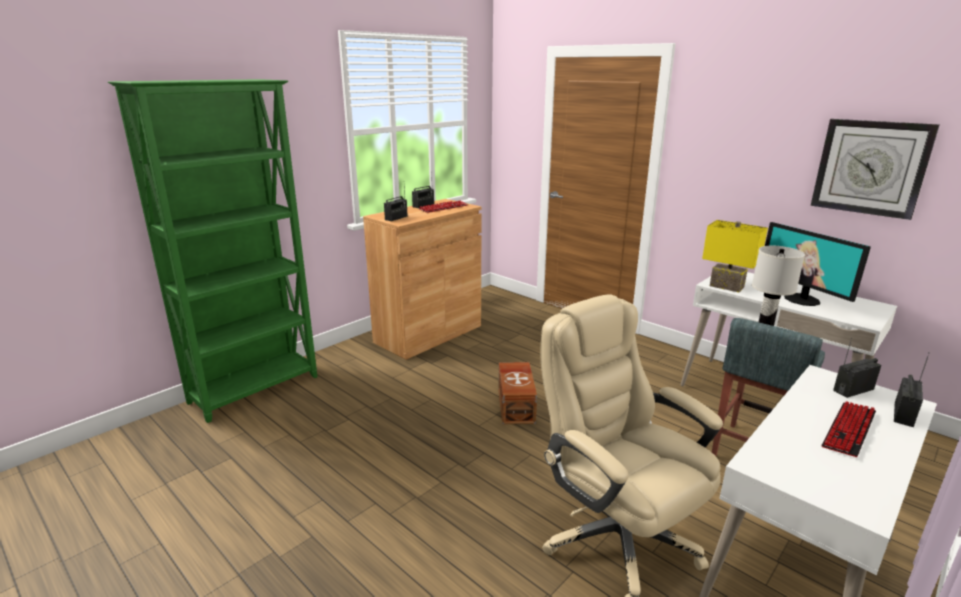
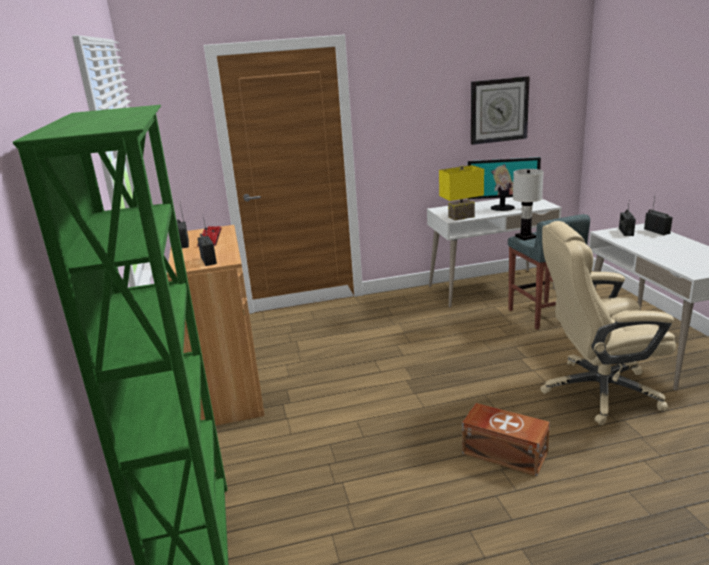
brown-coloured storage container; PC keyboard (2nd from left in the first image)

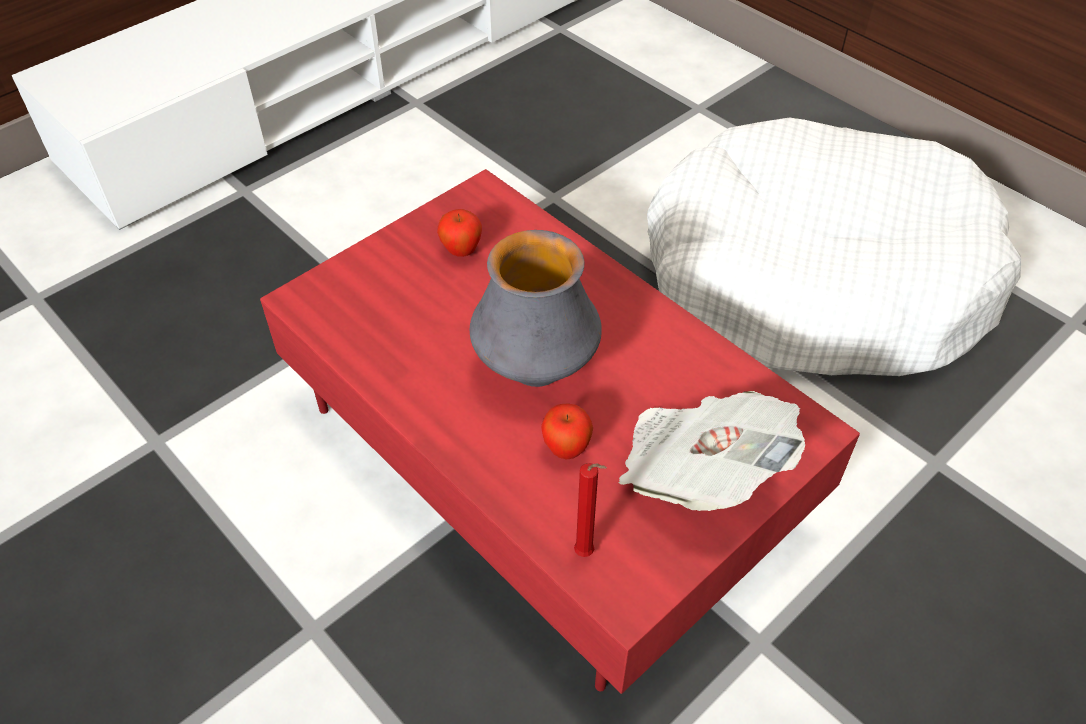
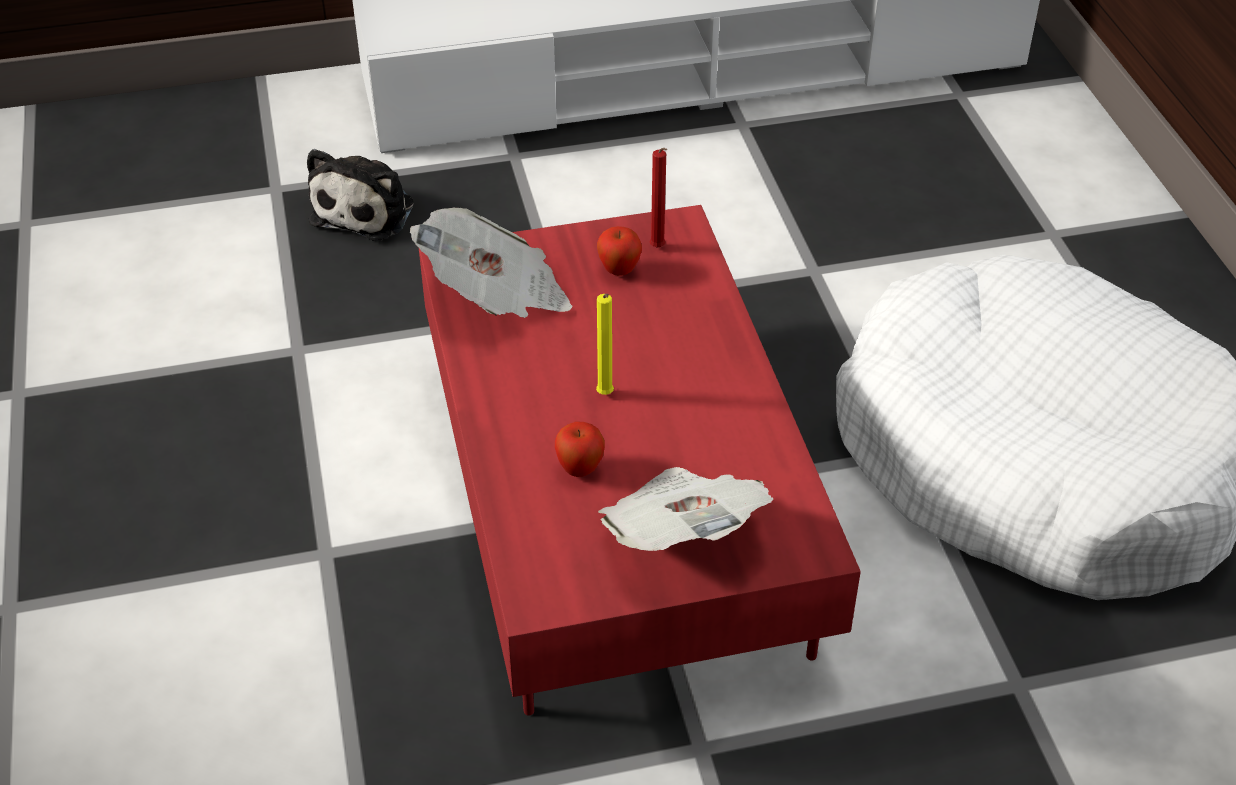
yellowish wax candle; red-coloured wax candle; cuddly toy; newspaper (1st from left)

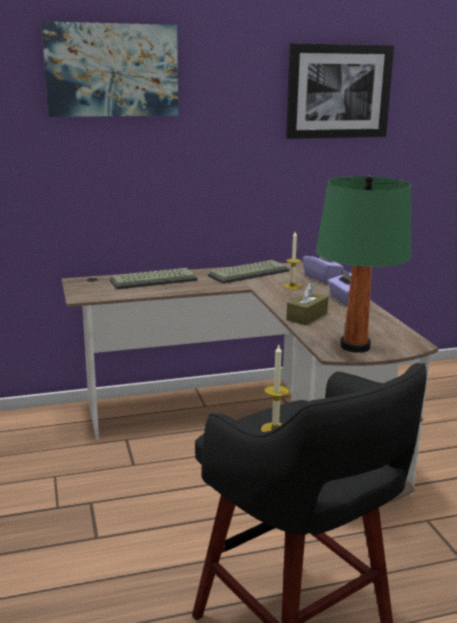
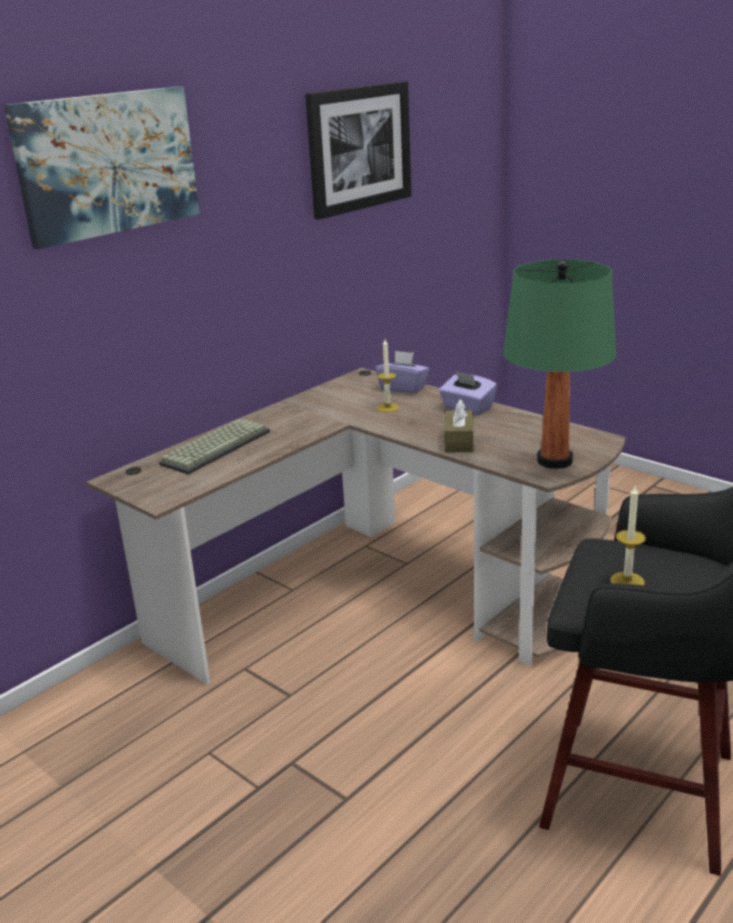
PC keyboard (2nd from left in the first image)

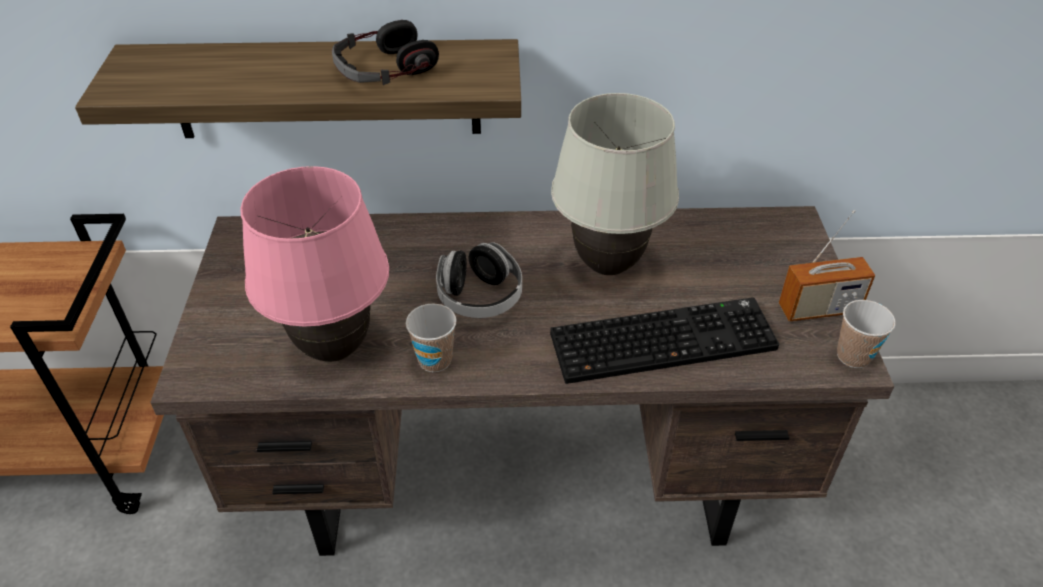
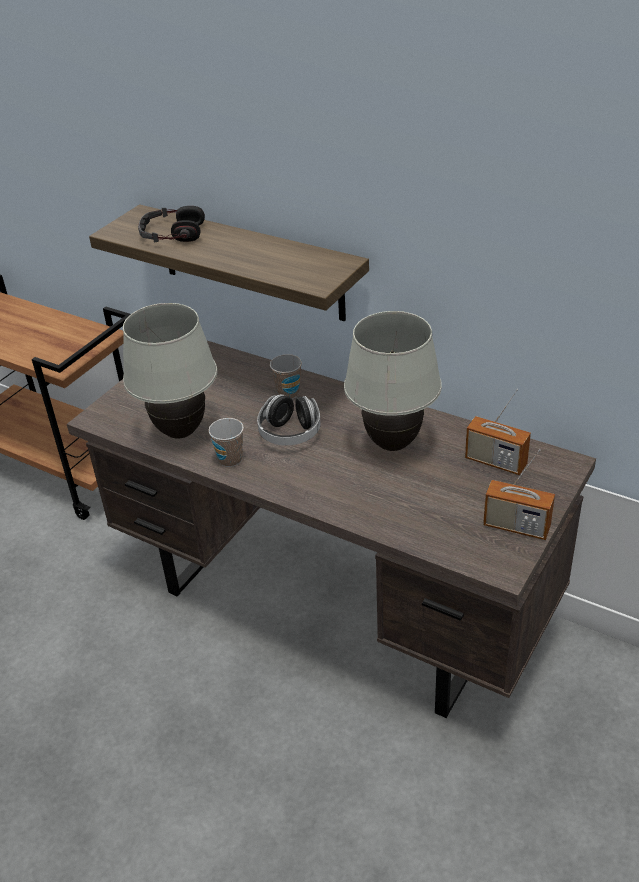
headphones (1st from left); white-coloured lamp for a table (1st from left); PC keyboard; drinking cup (2nd from left); radio receiver (1st from left)

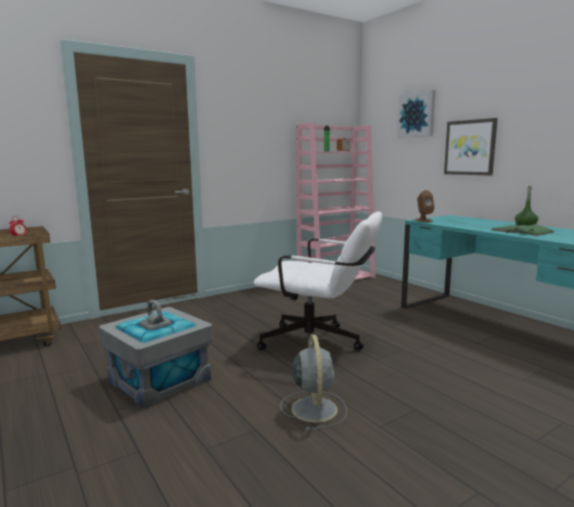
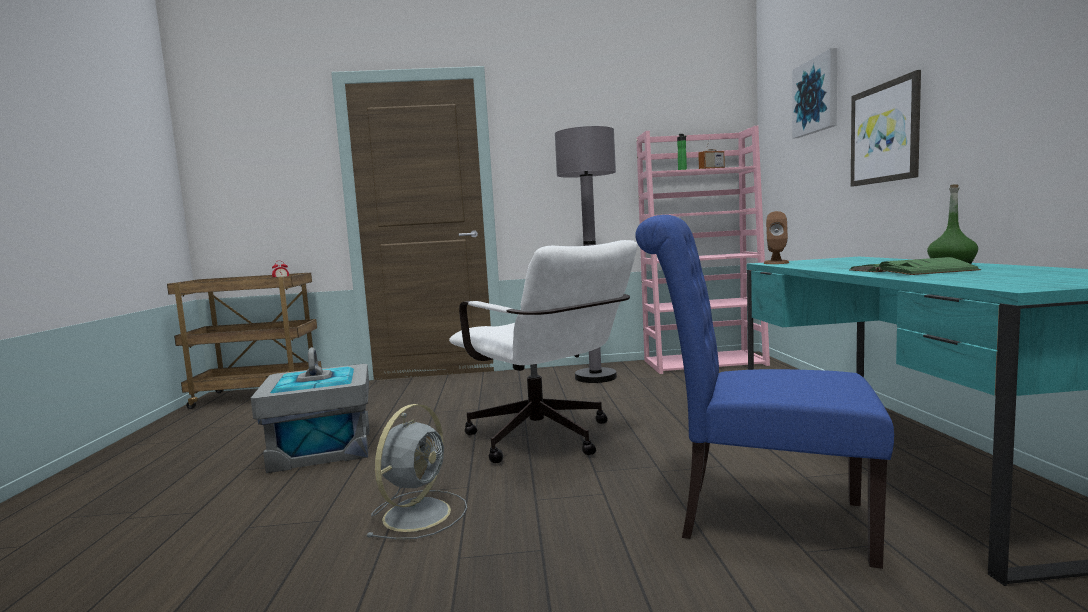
grey standard lamp; bluish chair

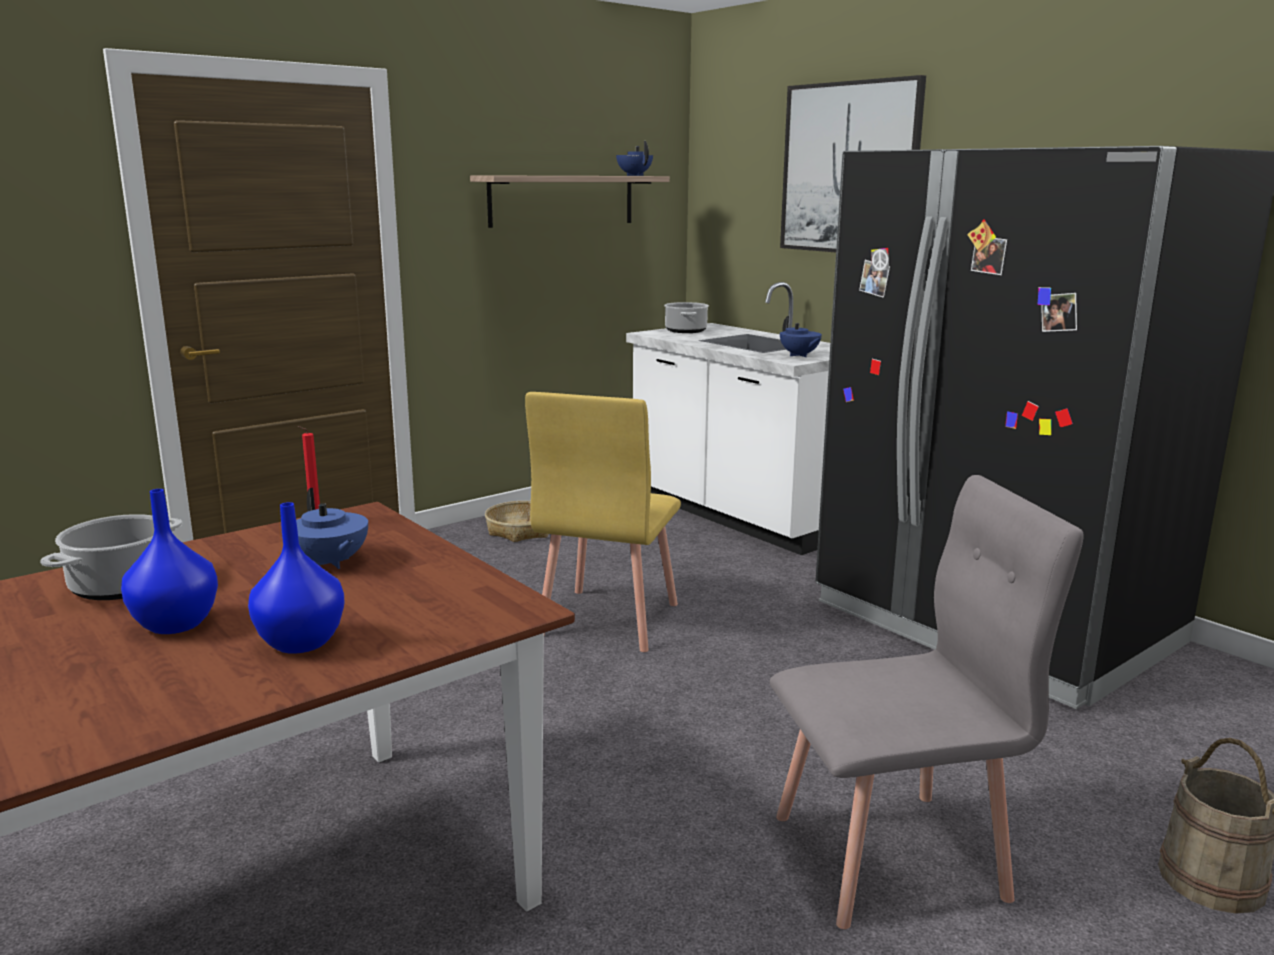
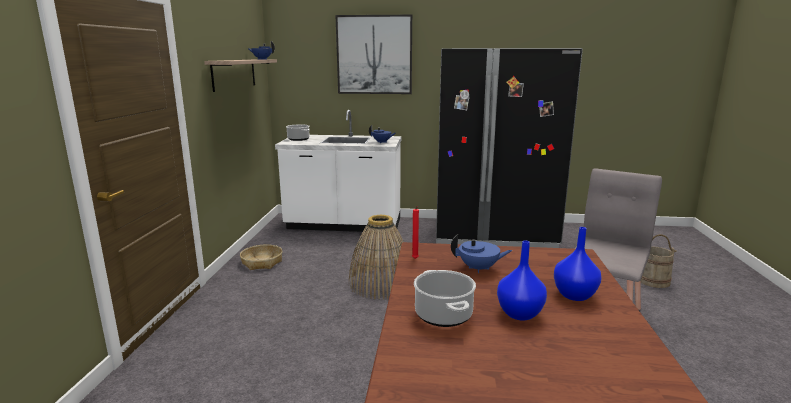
basket (2nd from left)

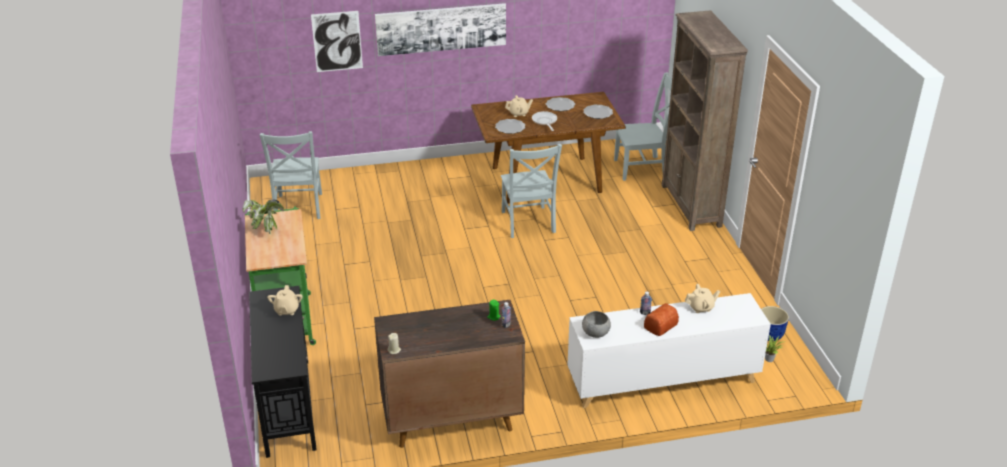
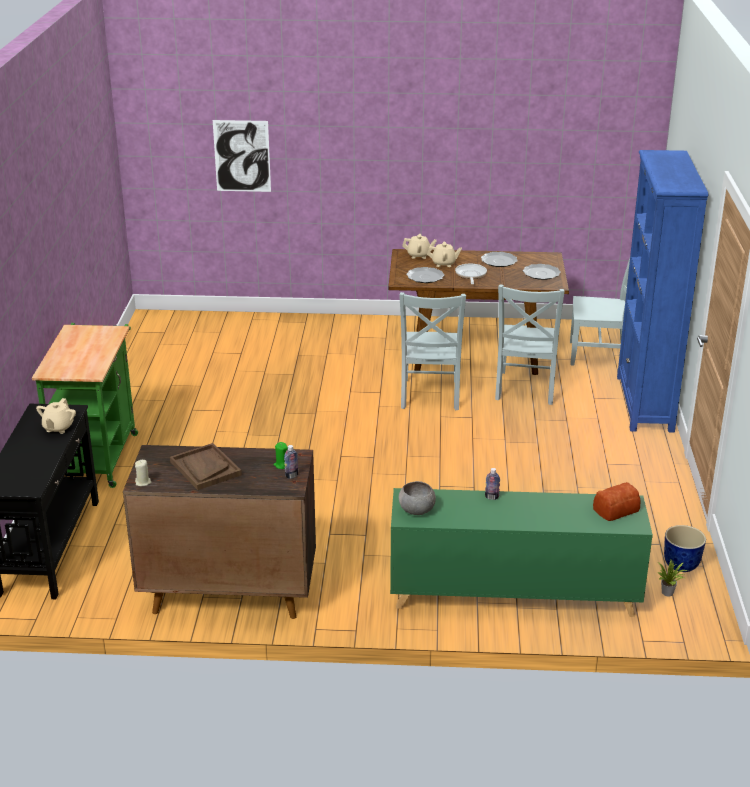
wall picture (2nd from left in the first image); bluish bookshelf; grey chair (2nd from left); plant in a pot (1st from left in the first image); beige teapot (2nd from left); green storage cabinet; bread; brown-coloured serving tray

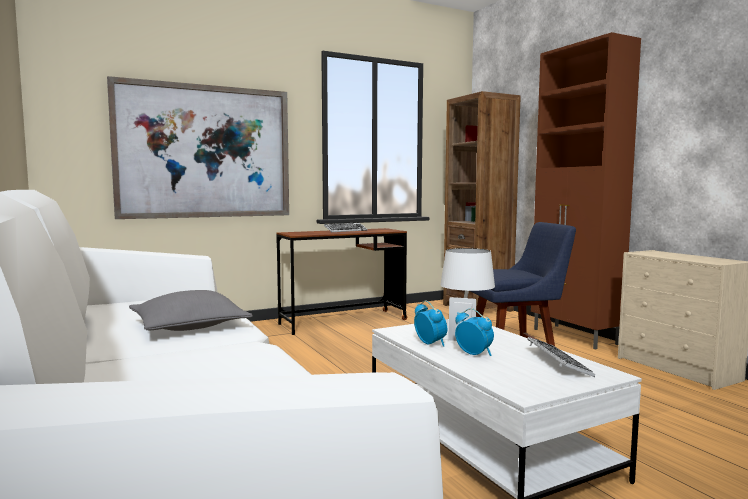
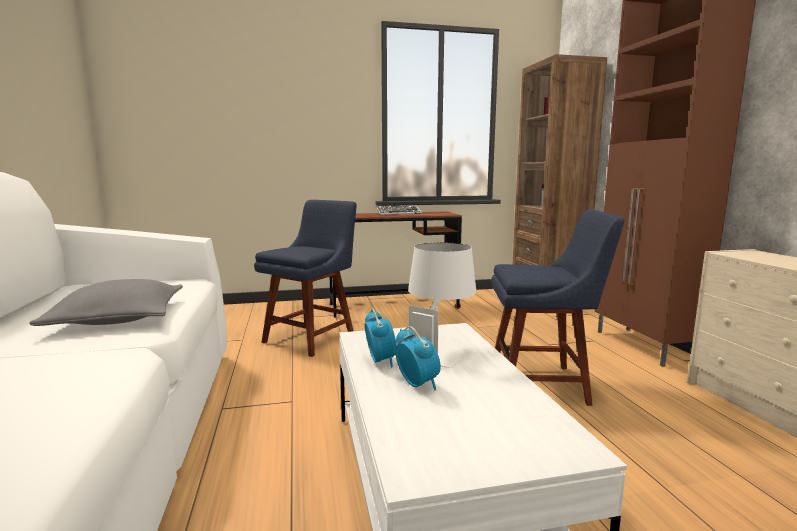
wall picture; PC keyboard (2nd from left in the first image); bluish chair (1st from left)

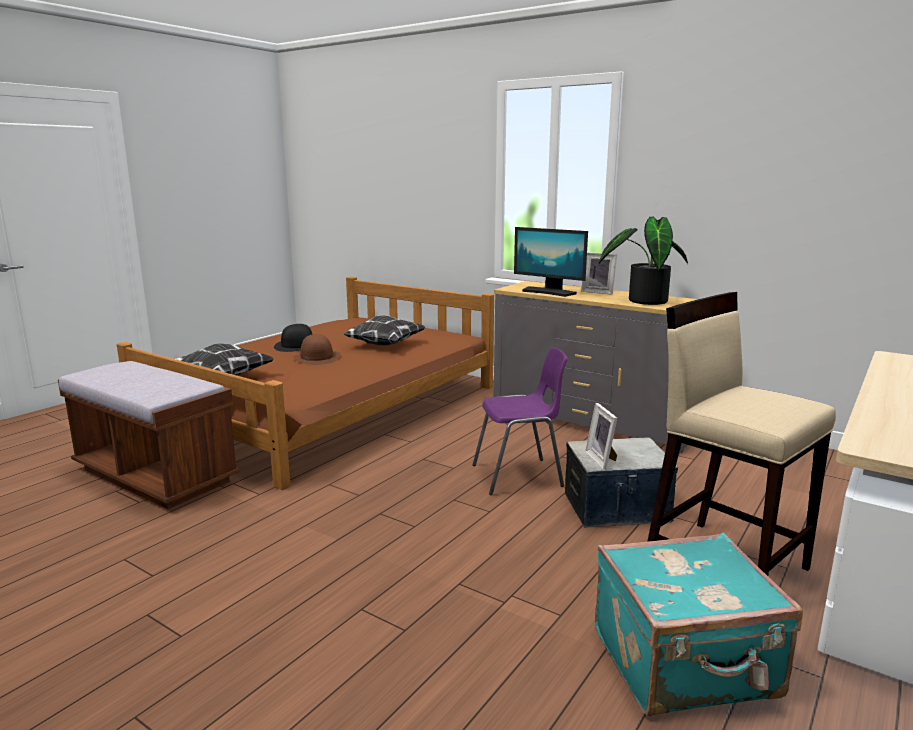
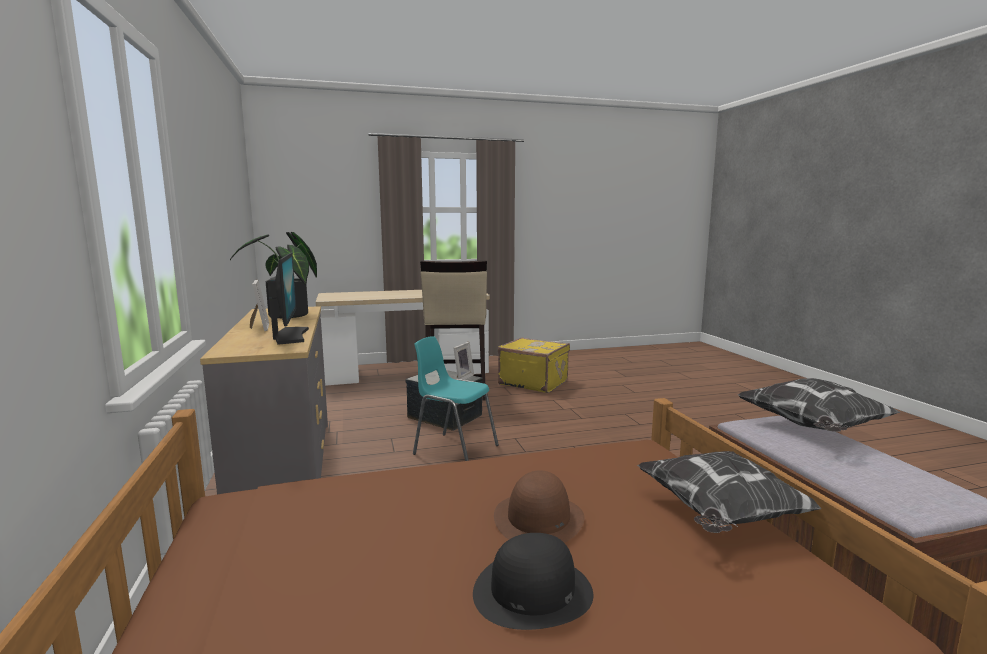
pillow (2nd from left); turquoise chair; yellowish suitcase

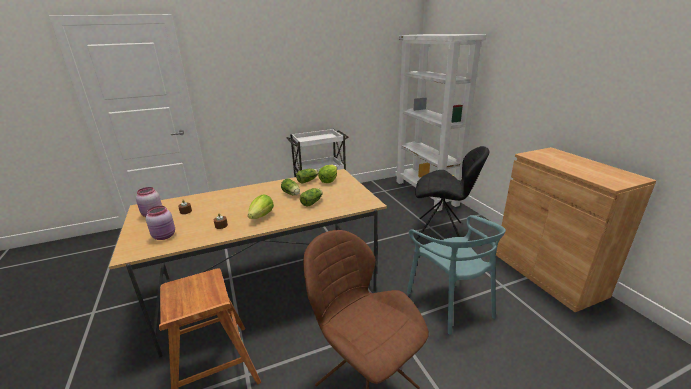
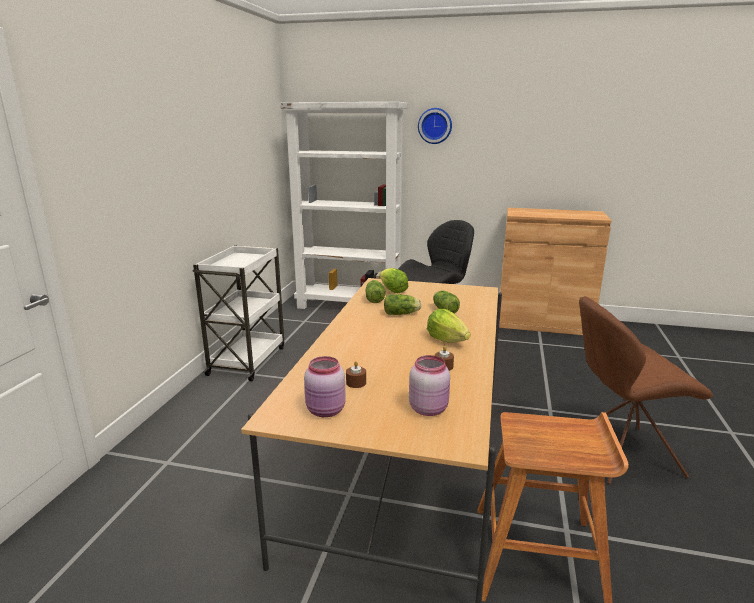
turquoise chair; hanging clock

